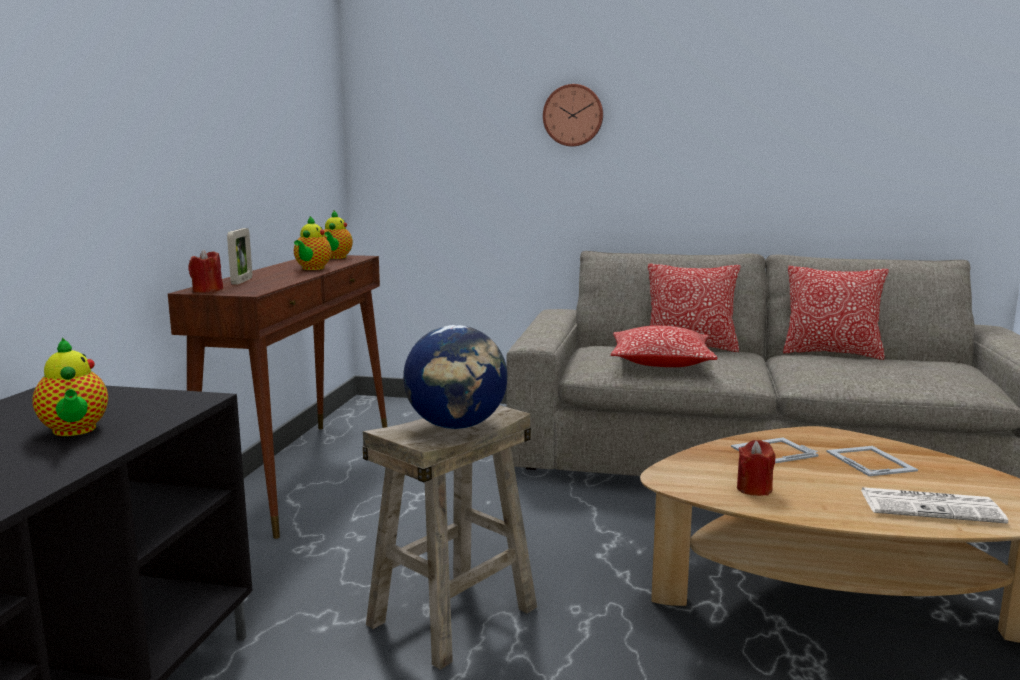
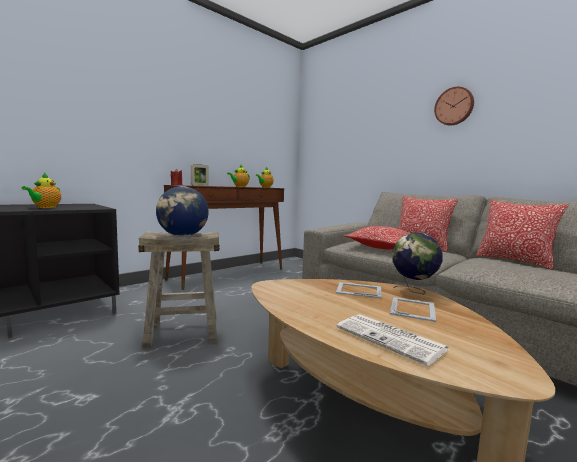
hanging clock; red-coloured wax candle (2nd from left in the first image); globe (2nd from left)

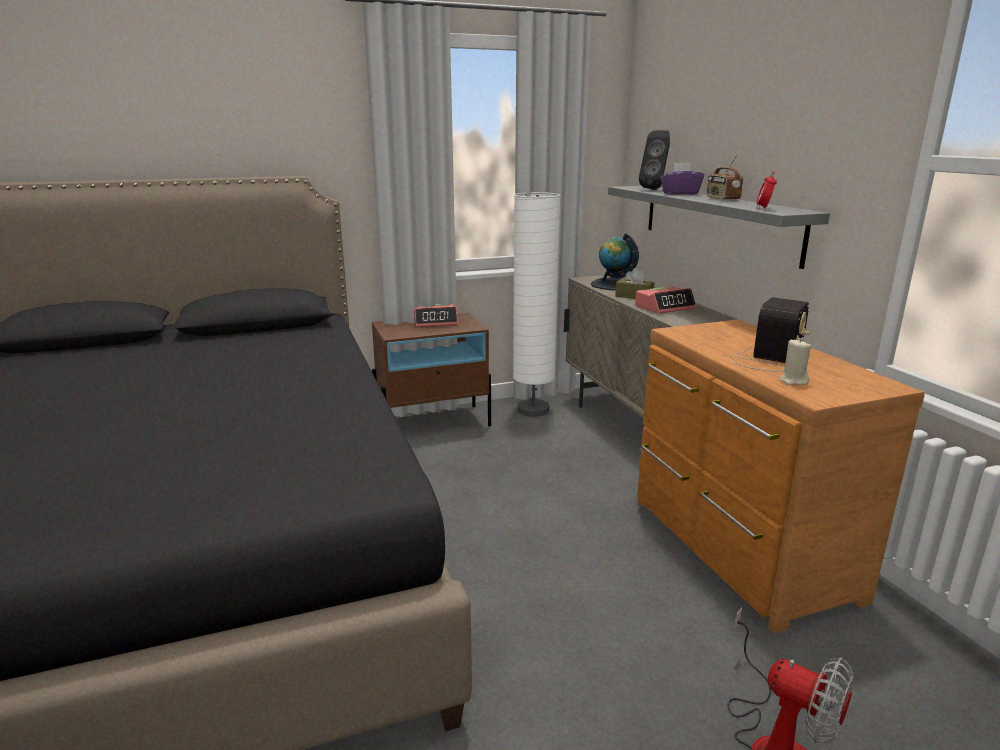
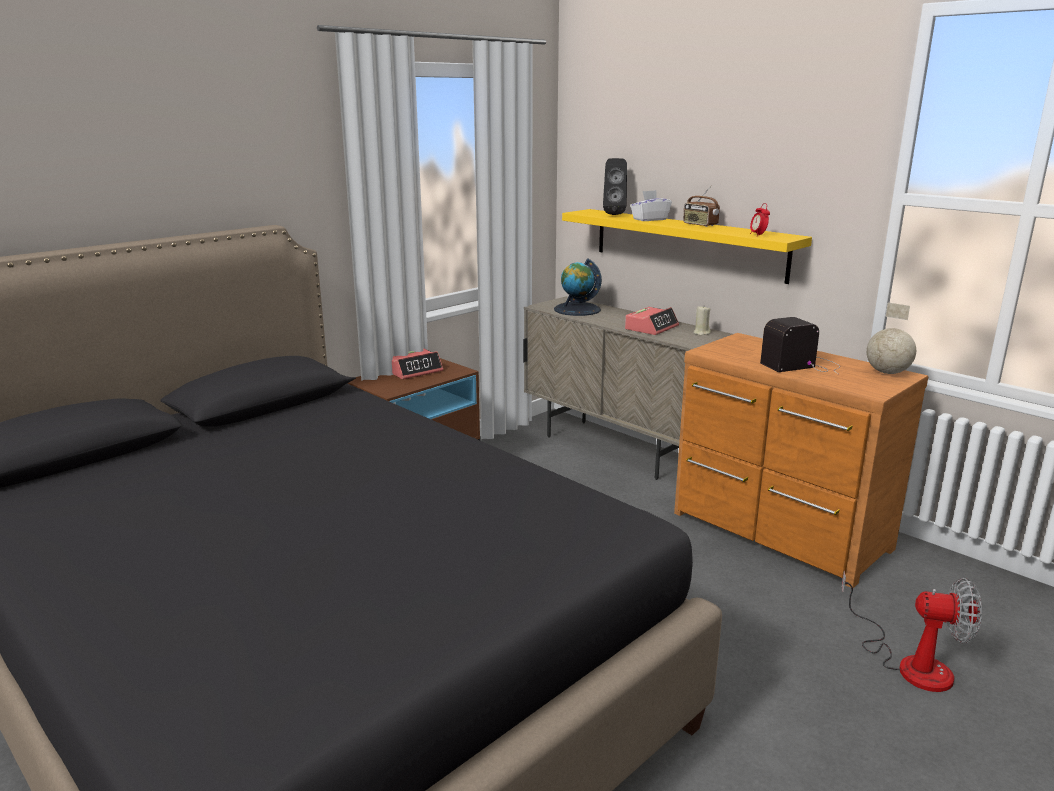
white-coloured tissue holder; yellowish shelf; white-coloured standard lamp; brown-coloured tissue holder; radio receiver (2nd from left); beige wax candle; globe (2nd from left)

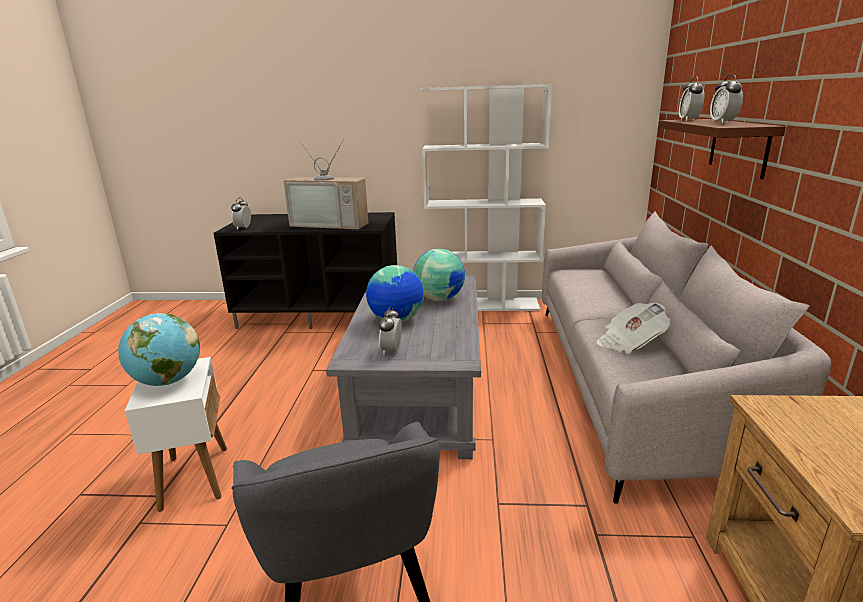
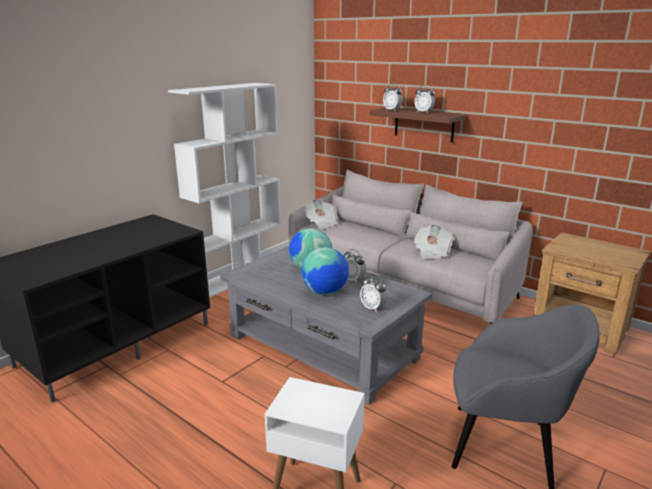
TV set; alarm clock (1st from left); globe (1st from left in the first image); newspaper (1st from left)

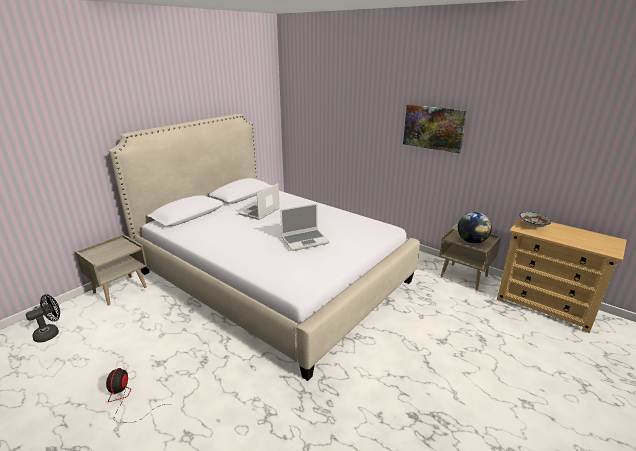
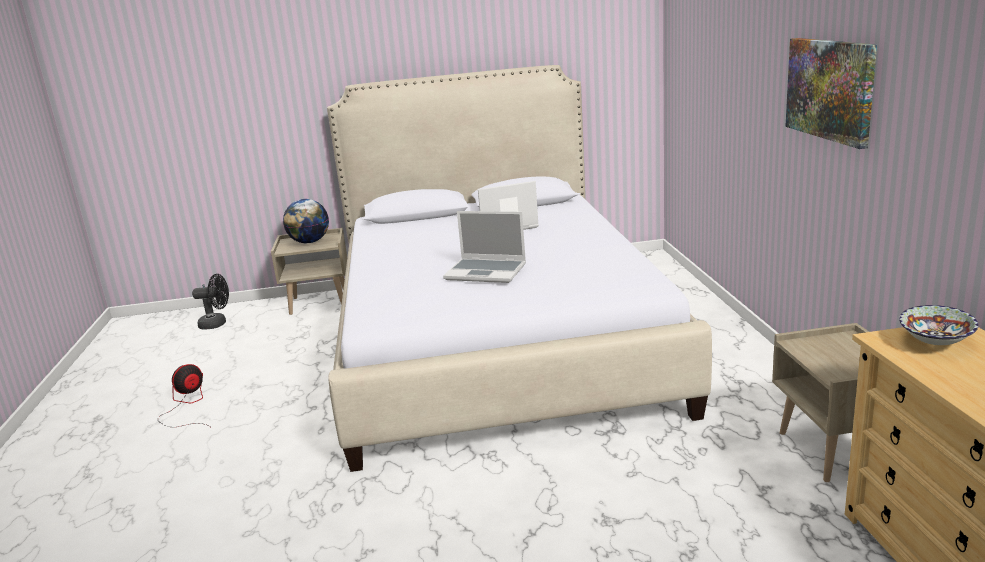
globe

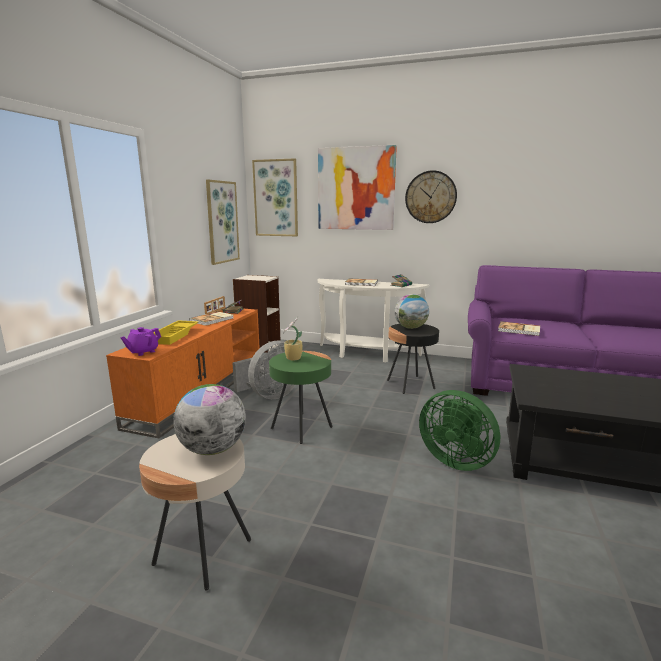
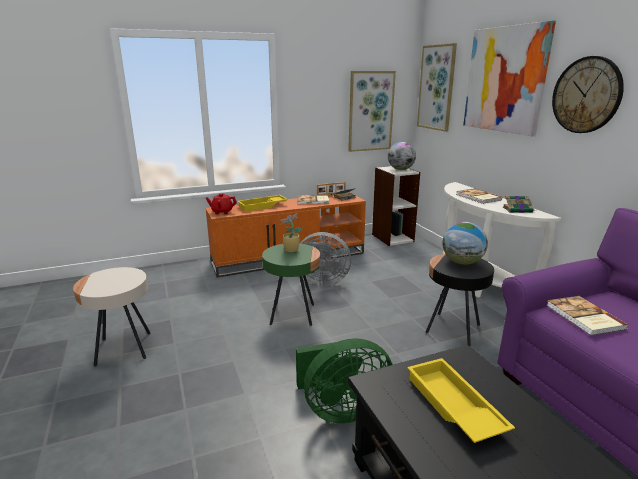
red-coloured teapot; globe (1st from left); green cooling fan; yellowish serving tray (2nd from left)

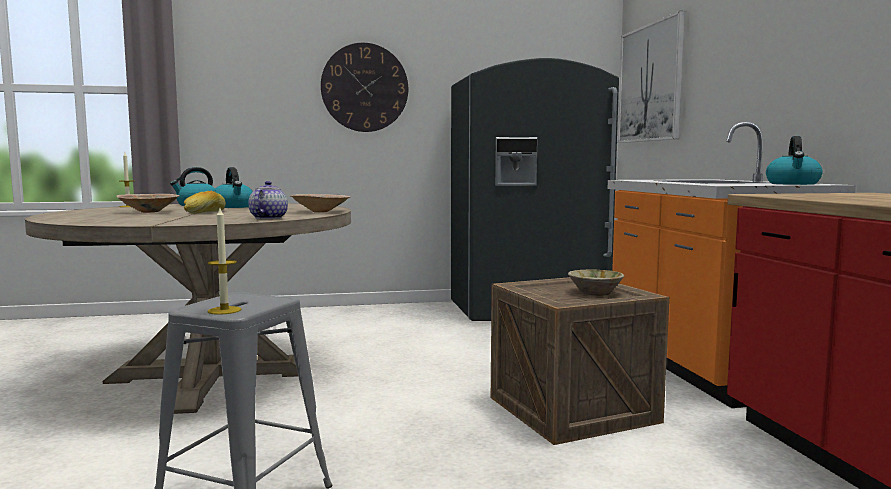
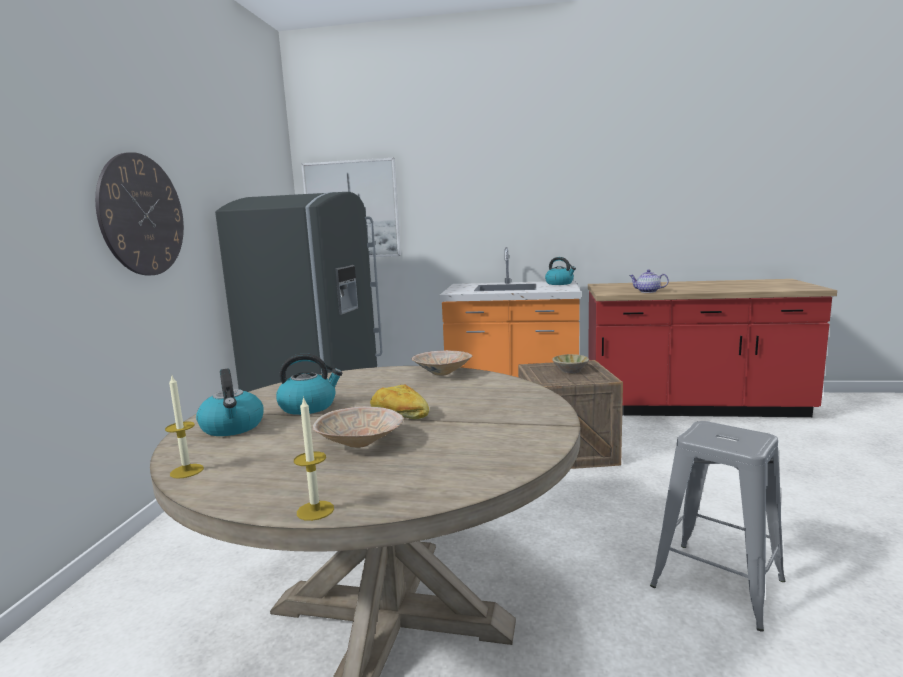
teapot; wax candle (2nd from left)

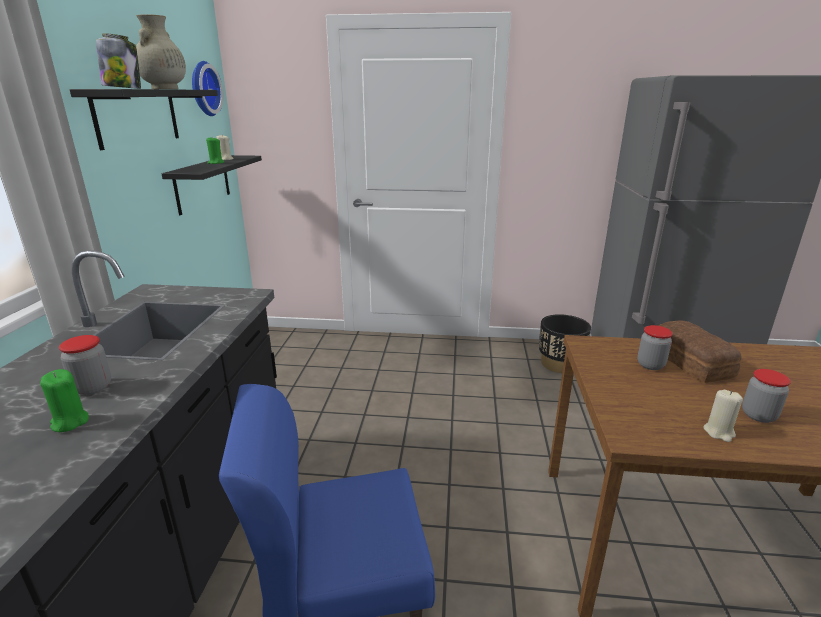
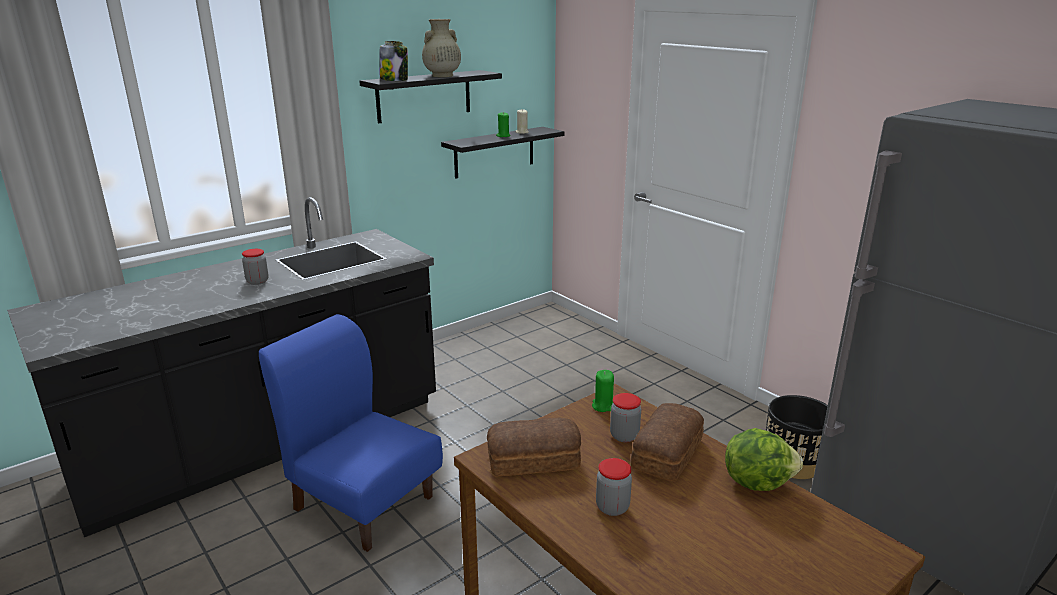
hanging clock; green wax candle (2nd from left); beige wax candle (2nd from left in the first image); bread (1st from left); lettuce head

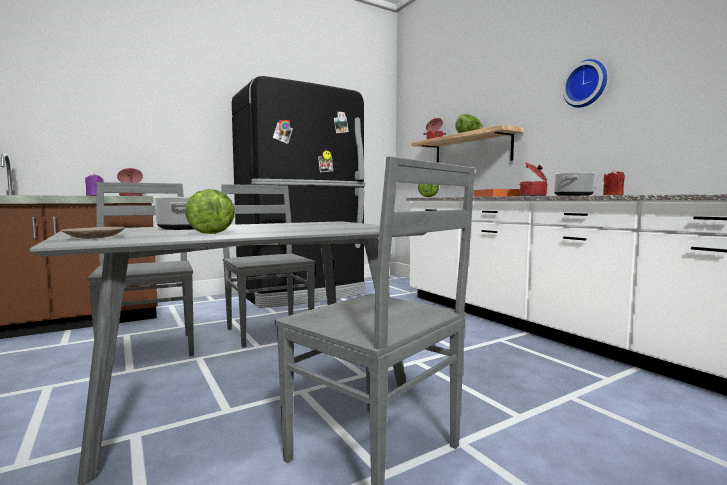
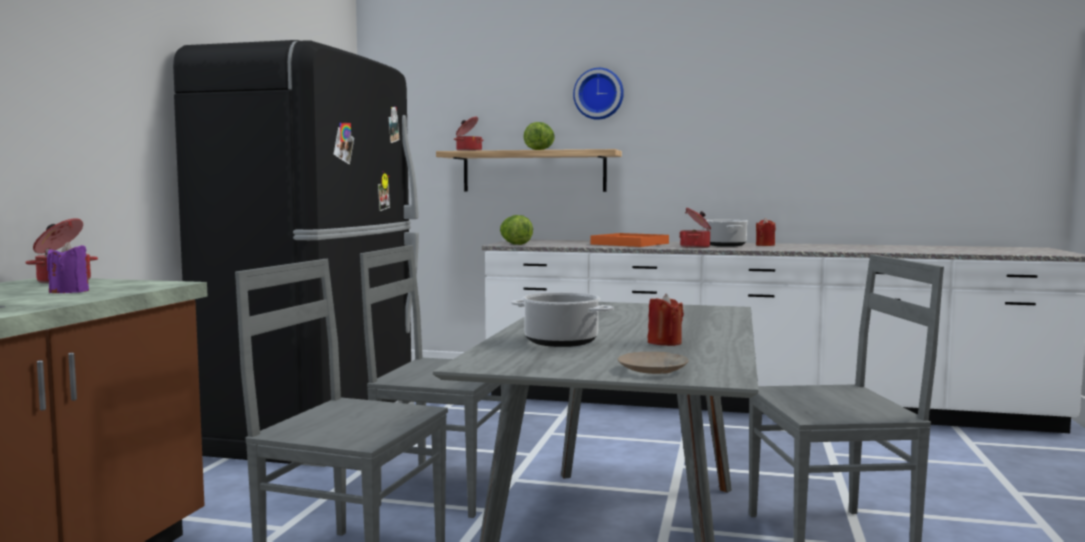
hanging clock; red-coloured wax candle (1st from left)

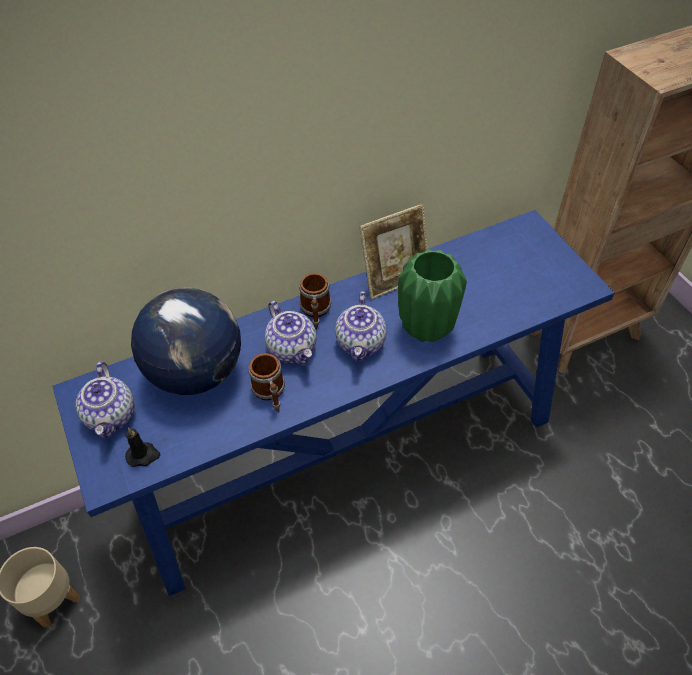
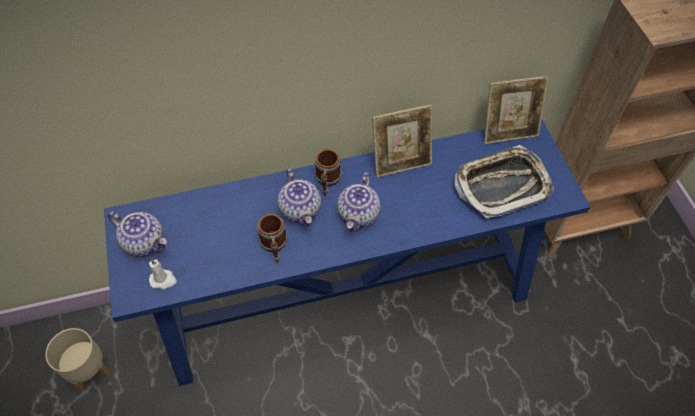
green vase; globe; teapot (1st from left); white-coloured wax candle; standing frame (2nd from left); serving tray

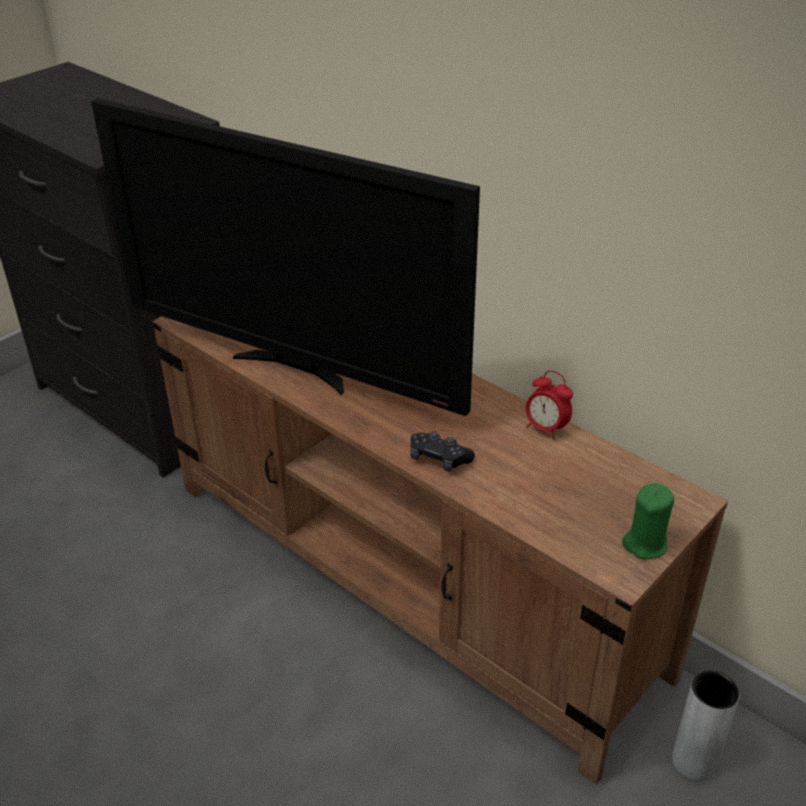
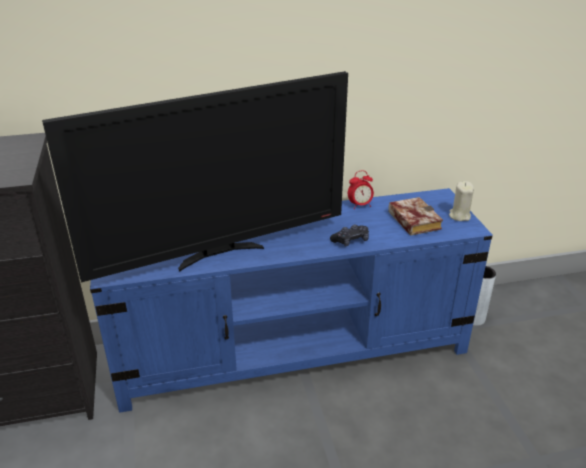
bluish media console; beige wax candle; book

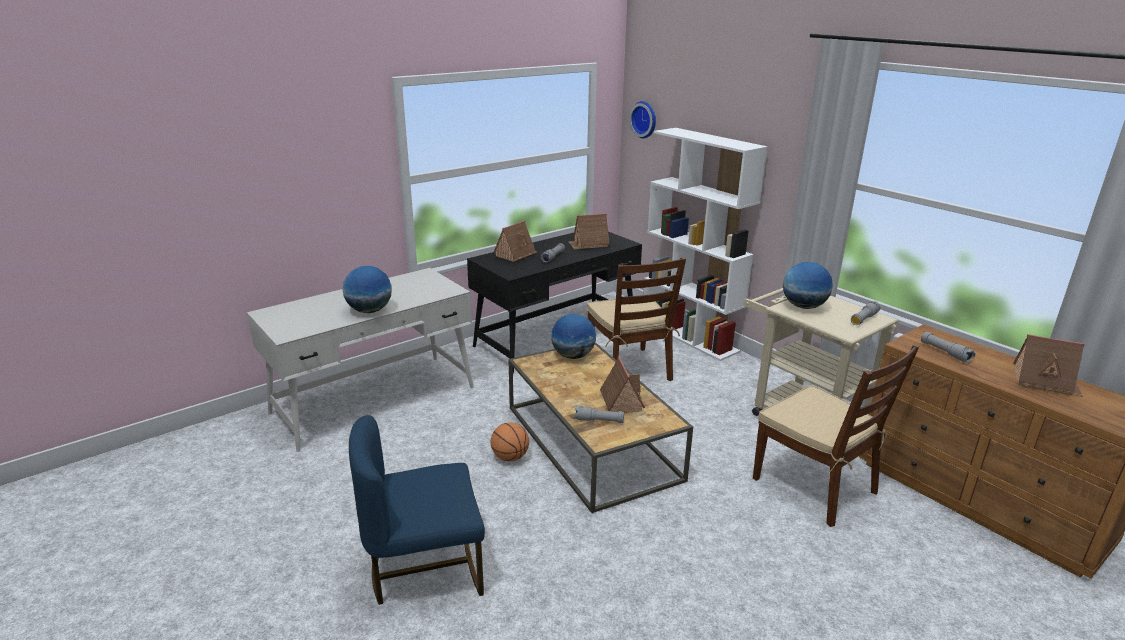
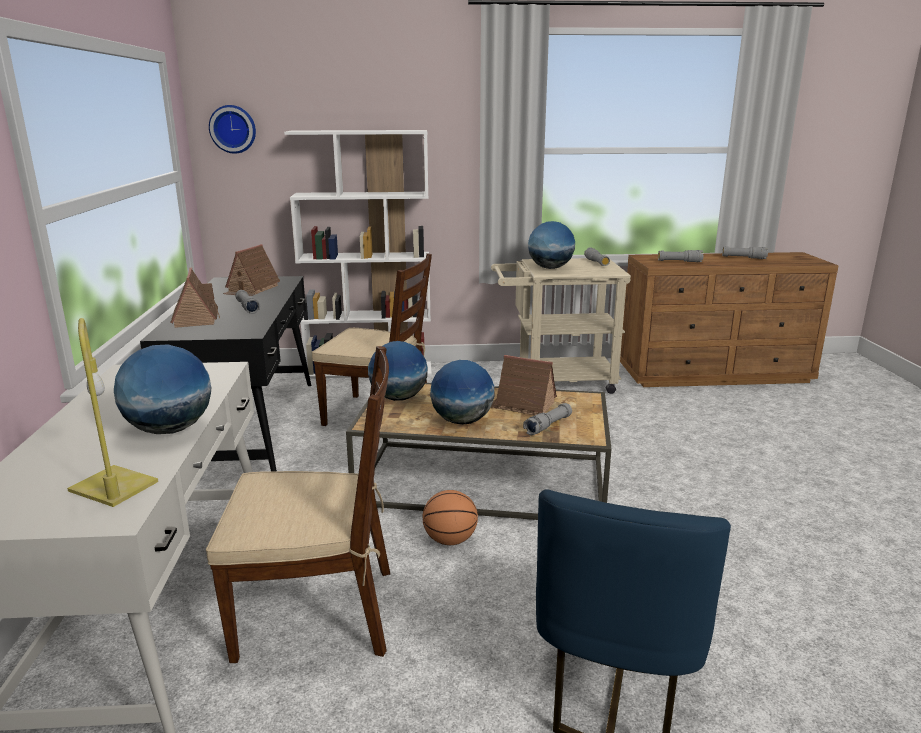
grey flashlight (5th from left); brown-coloured chair (1st from left); yellowish lamp for a table; globe (3rd from left)

